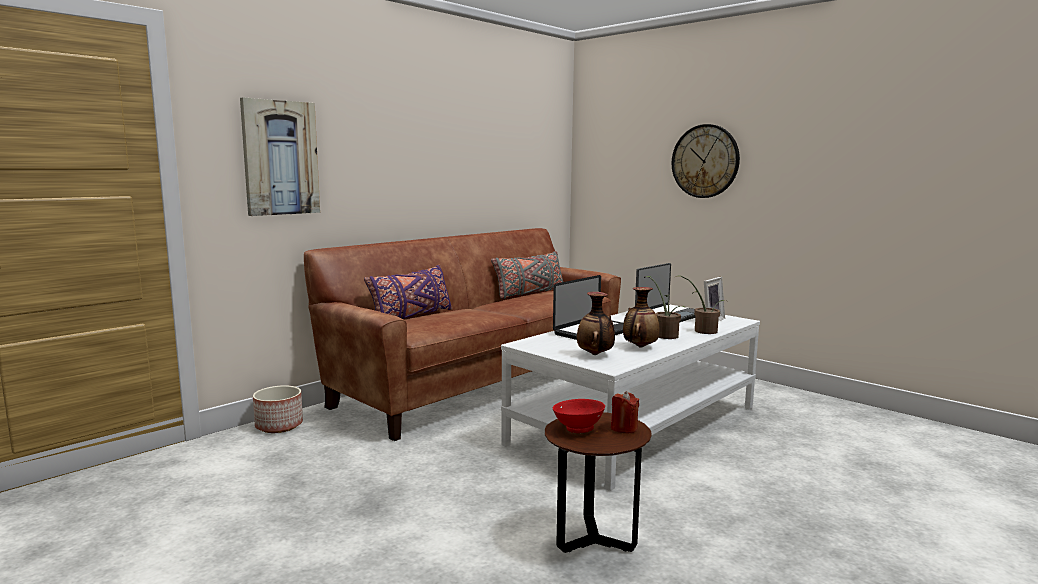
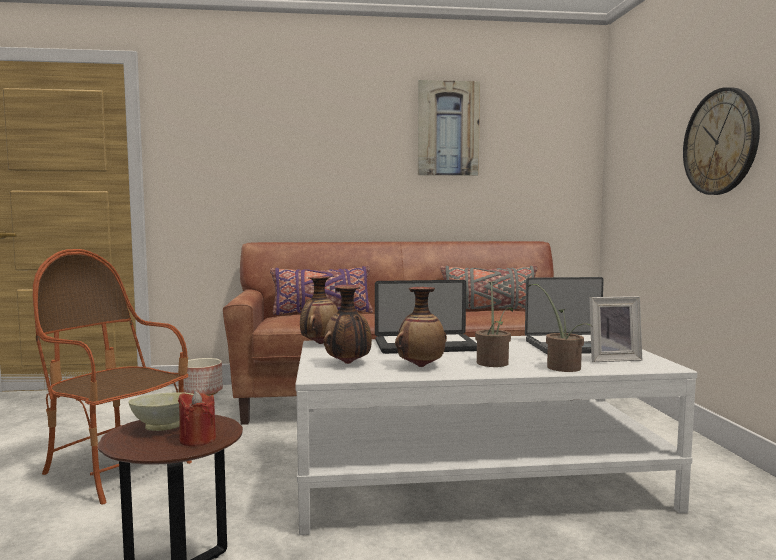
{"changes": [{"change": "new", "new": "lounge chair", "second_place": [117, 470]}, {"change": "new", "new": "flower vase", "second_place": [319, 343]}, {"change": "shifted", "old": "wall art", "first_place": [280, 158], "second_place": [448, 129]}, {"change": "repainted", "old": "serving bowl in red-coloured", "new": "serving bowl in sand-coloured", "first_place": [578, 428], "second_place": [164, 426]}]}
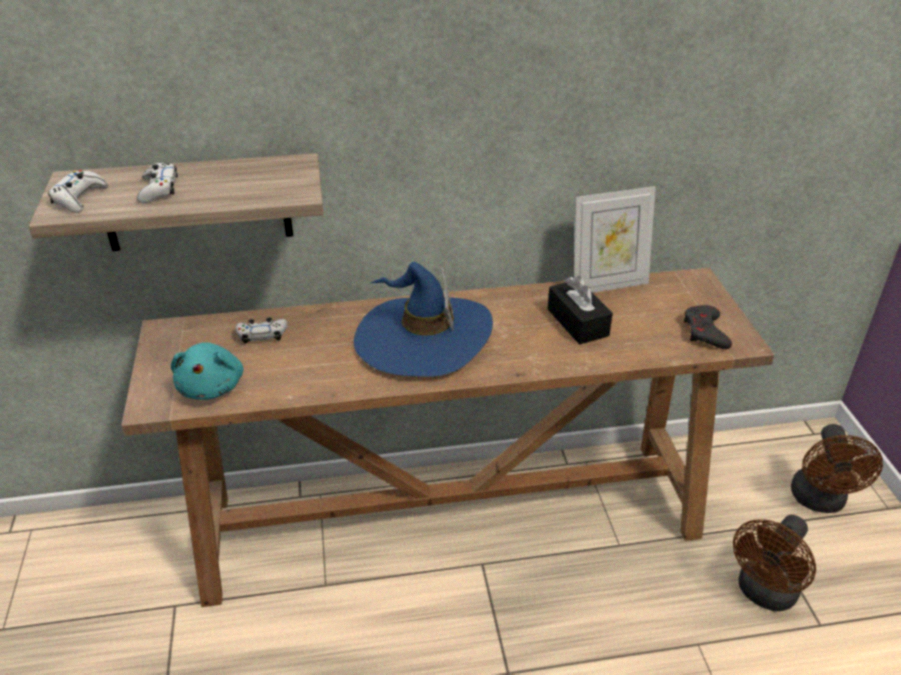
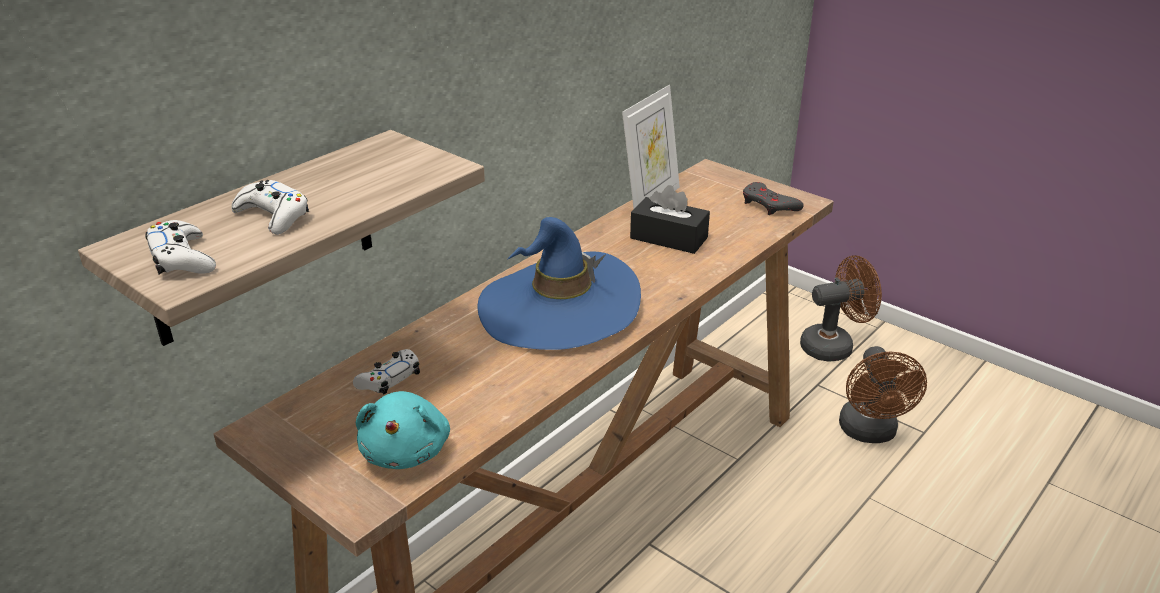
{"changes": [{"change": "rotated", "old": "soft toy in turquoise", "first_place": [212, 387], "second_place": [407, 451], "degrees": 45}, {"change": "rotated", "old": "cooling fan in brownish", "first_place": [820, 501], "second_place": [834, 346], "degrees": -75}]}
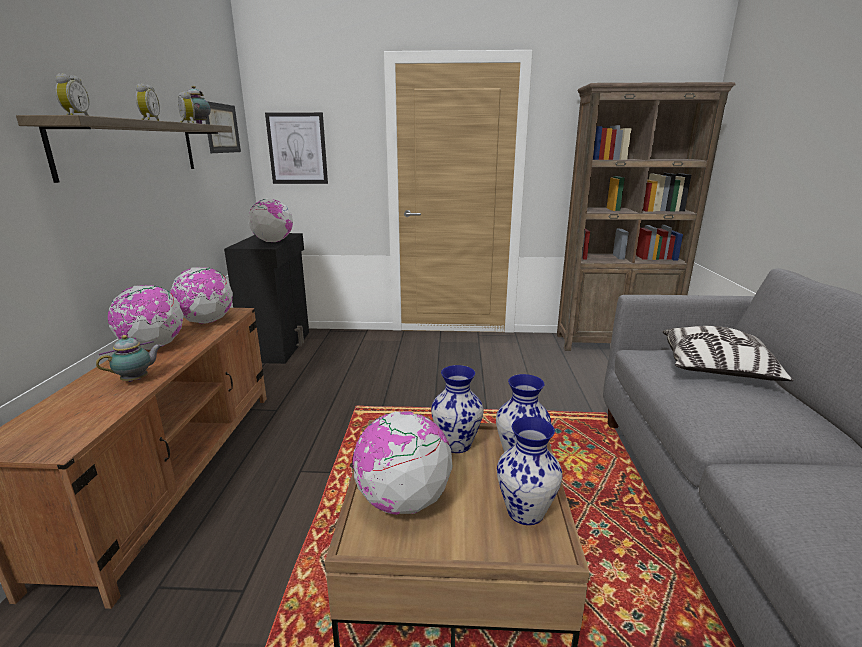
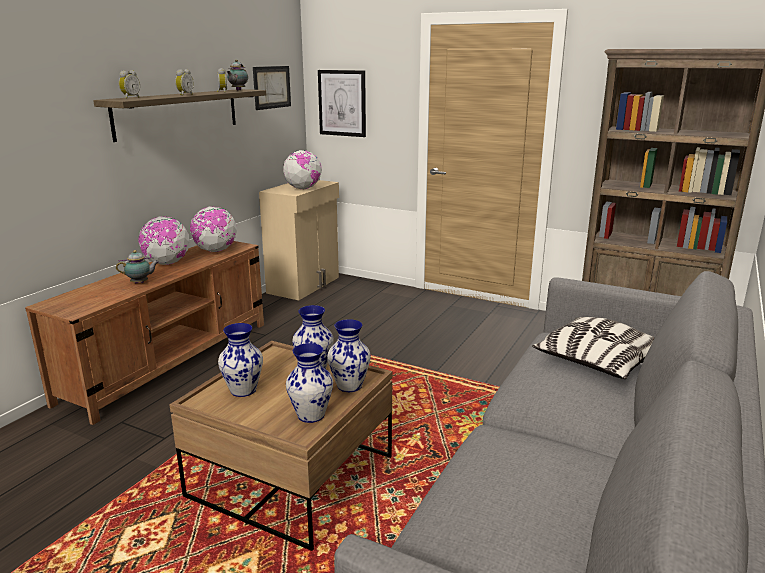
{"changes": [{"change": "swapped", "old": "desk globe", "new": "flower vase", "first_place": [402, 501], "second_place": [242, 390]}, {"change": "repainted", "old": "cupboard in blackish", "new": "cupboard in sand-coloured", "first_place": [279, 346], "second_place": [305, 285]}]}
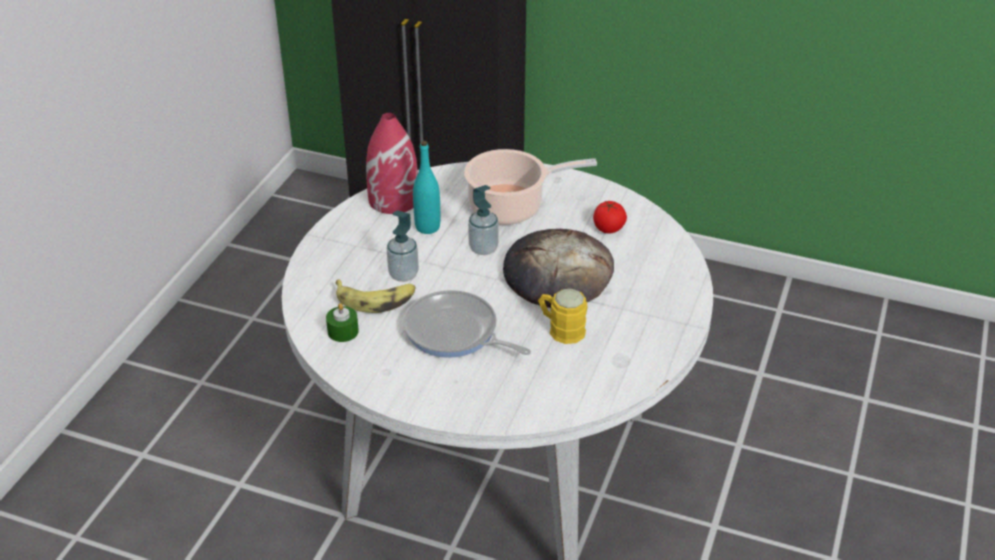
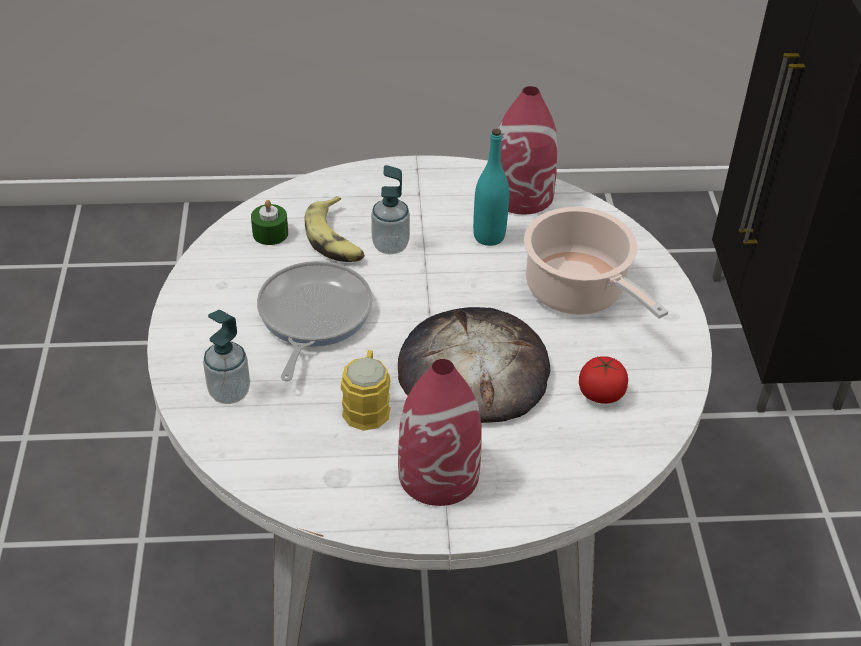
{"changes": [{"change": "new", "new": "flower vase in red-coloured", "second_place": [439, 474]}, {"change": "shifted", "old": "soap bottle", "first_place": [483, 248], "second_place": [229, 392]}]}
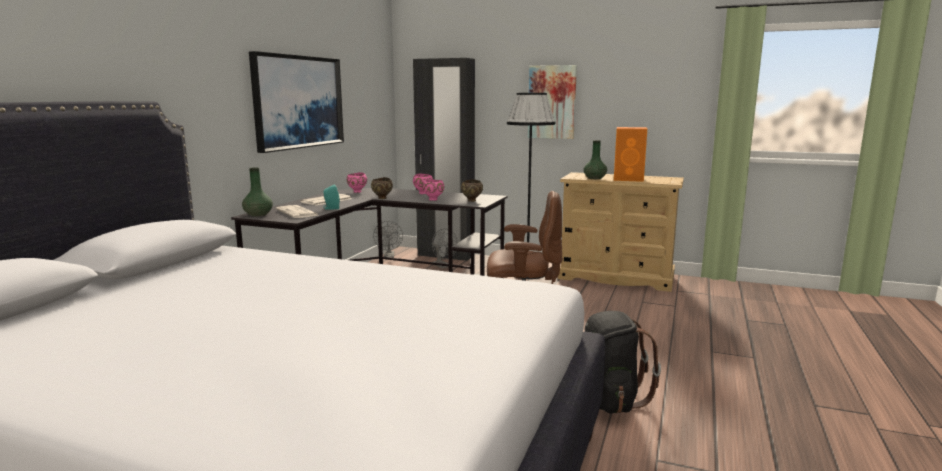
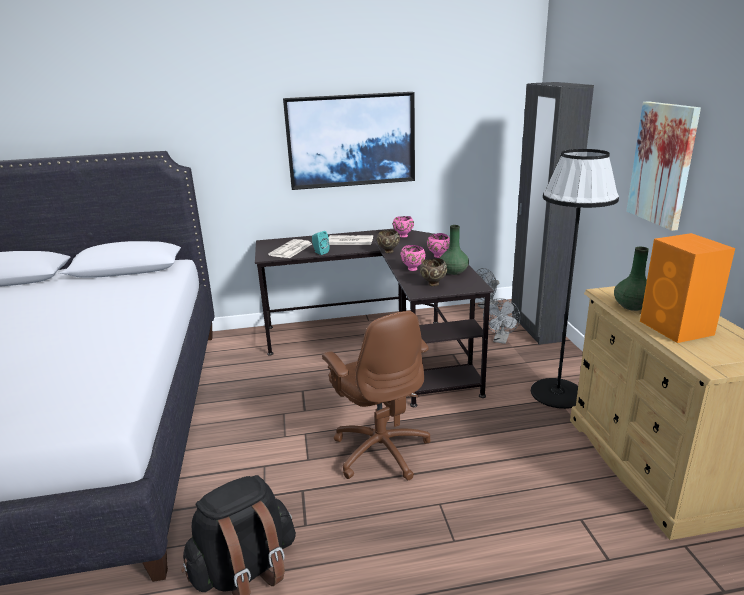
{"changes": [{"change": "shifted", "old": "flower vase in green-coloured", "first_place": [258, 214], "second_place": [453, 272]}]}
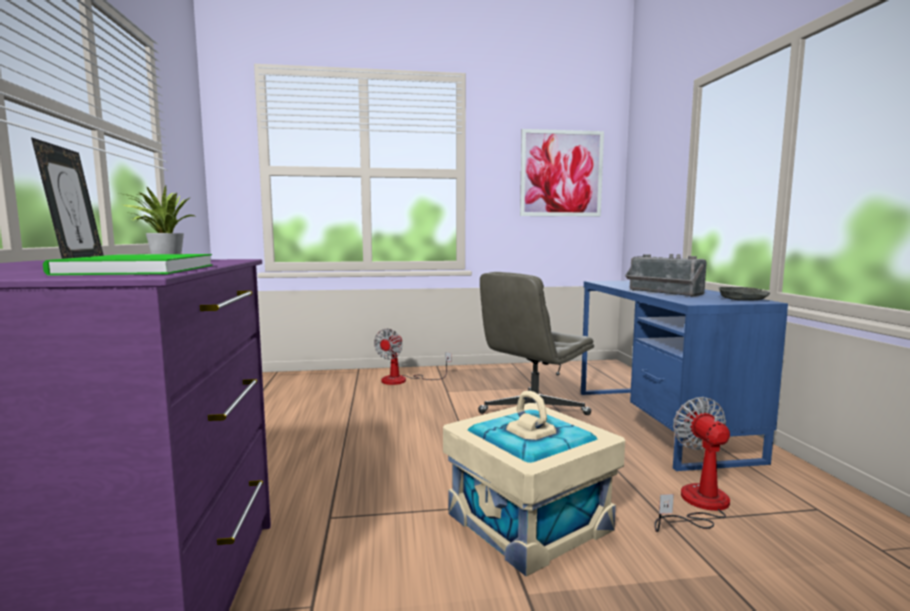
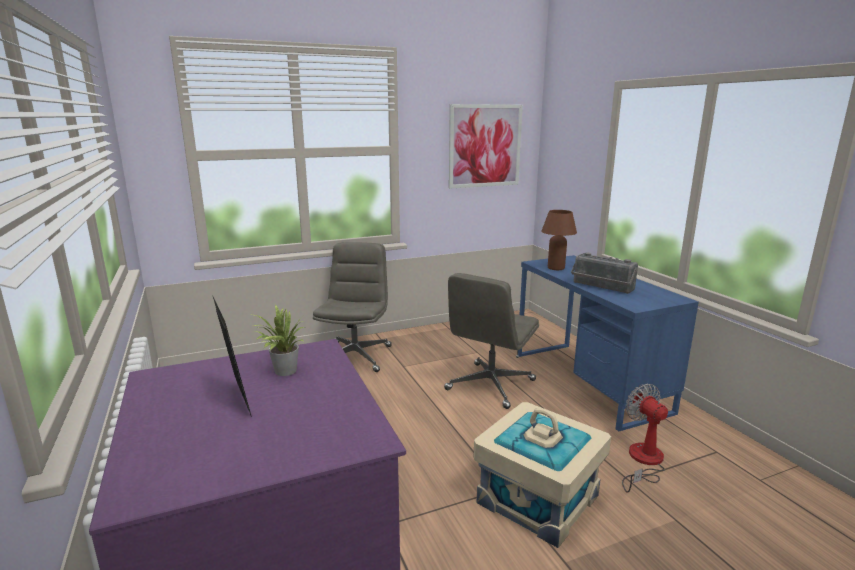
{"changes": [{"change": "gone", "old": "volume in green-coloured", "first_place": [134, 270]}, {"change": "gone", "old": "serving bowl in gray", "first_place": [743, 299]}, {"change": "new", "new": "lamp for a table in brownish", "second_place": [556, 268]}, {"change": "swapped", "old": "cooling fan", "new": "office chair in gray", "first_place": [403, 380], "second_place": [355, 356]}]}
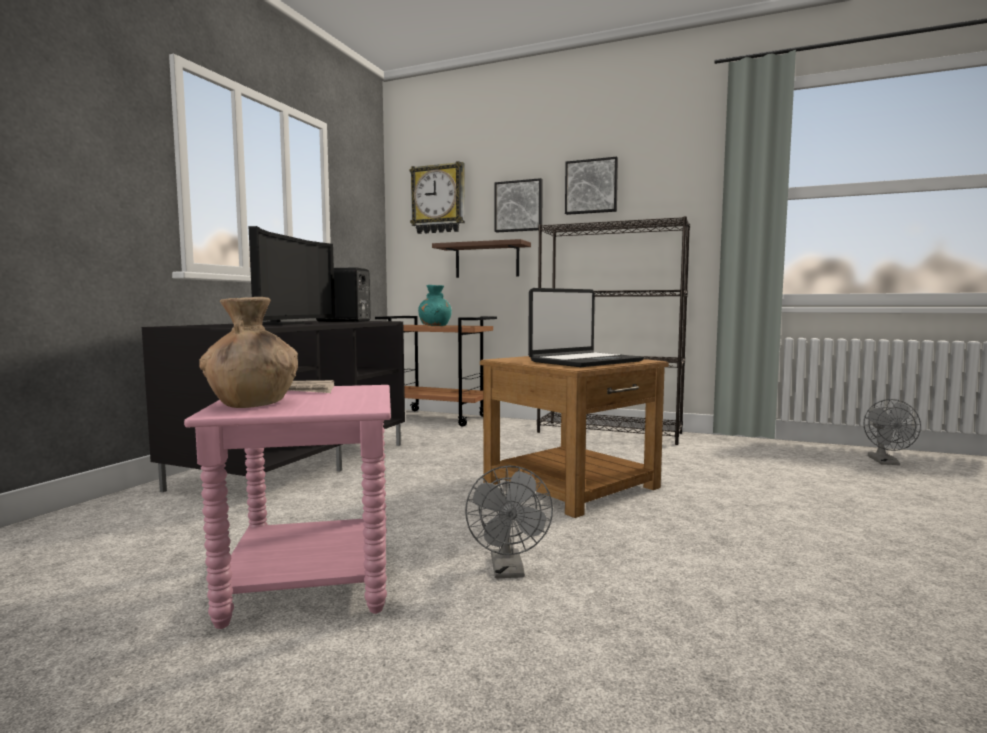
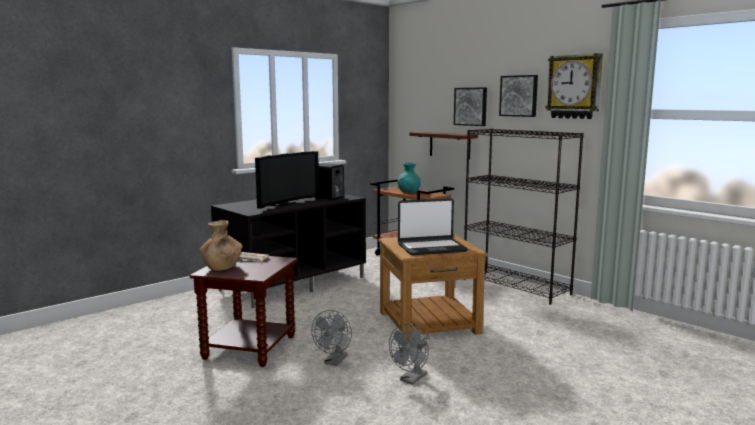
{"changes": [{"change": "shifted", "old": "clock on the wall", "first_place": [438, 199], "second_place": [574, 87]}, {"change": "shifted", "old": "cooling fan in gray", "first_place": [886, 462], "second_place": [411, 379]}, {"change": "repainted", "old": "accent table in pinkish", "new": "accent table in brownish", "first_place": [309, 579], "second_place": [249, 347]}]}
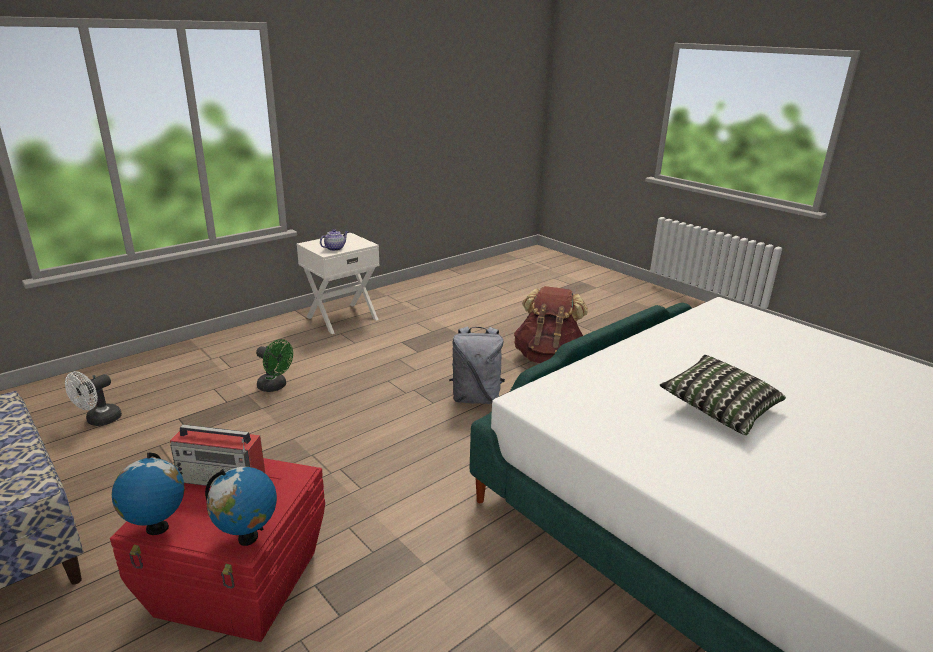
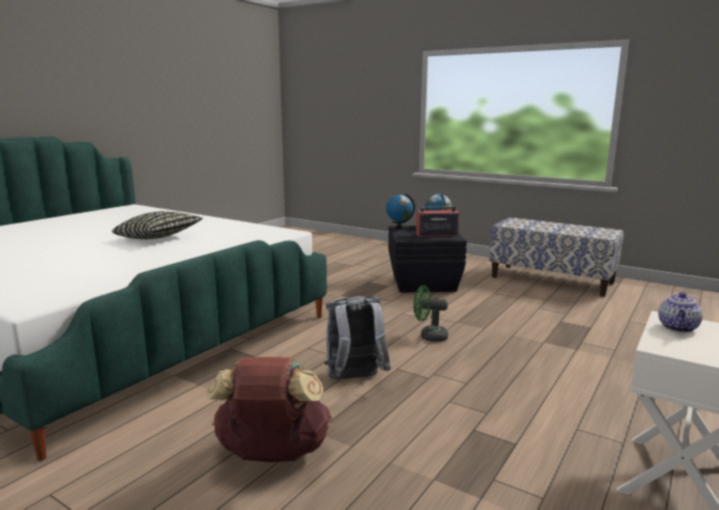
{"changes": [{"change": "gone", "old": "cooling fan in whitish", "first_place": [99, 420]}, {"change": "shifted", "old": "cooling fan in green-coloured", "first_place": [275, 386], "second_place": [429, 336]}, {"change": "repainted", "old": "storage bin in red-coloured", "new": "storage bin in blackish", "first_place": [239, 584], "second_place": [422, 283]}]}
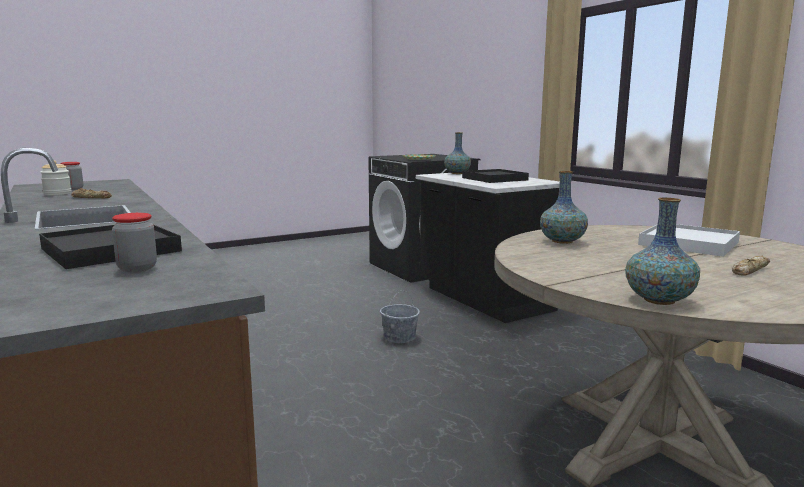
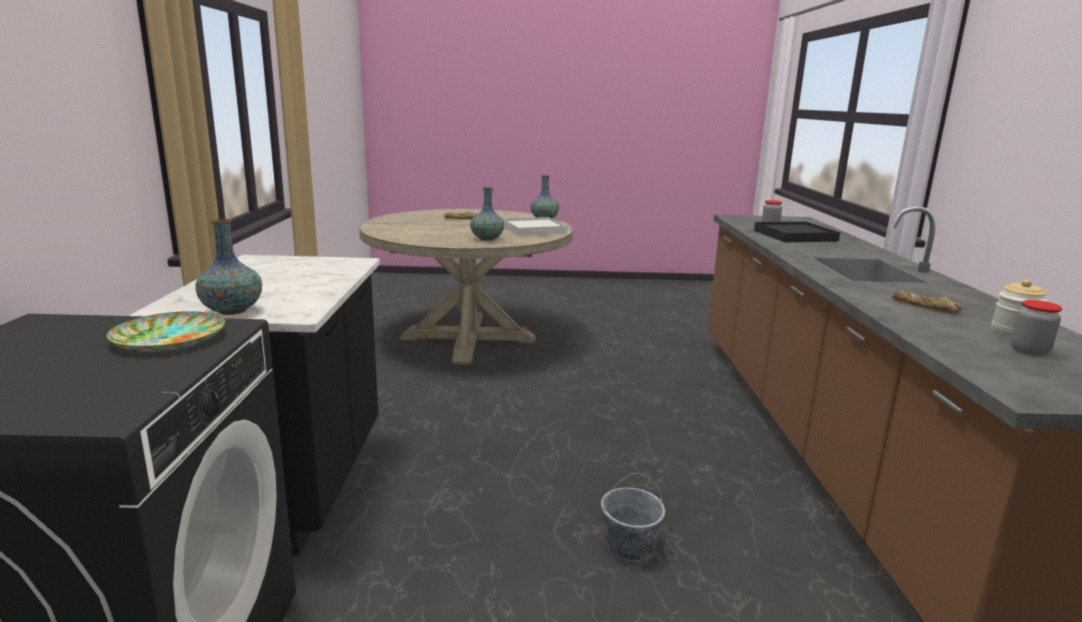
{"changes": [{"change": "gone", "old": "carrying tray in blackish", "first_place": [494, 179]}, {"change": "shifted", "old": "pail in gray", "first_place": [400, 337], "second_place": [629, 545]}, {"change": "shifted", "old": "carrying tray in whitish", "first_place": [689, 243], "second_place": [534, 229]}]}
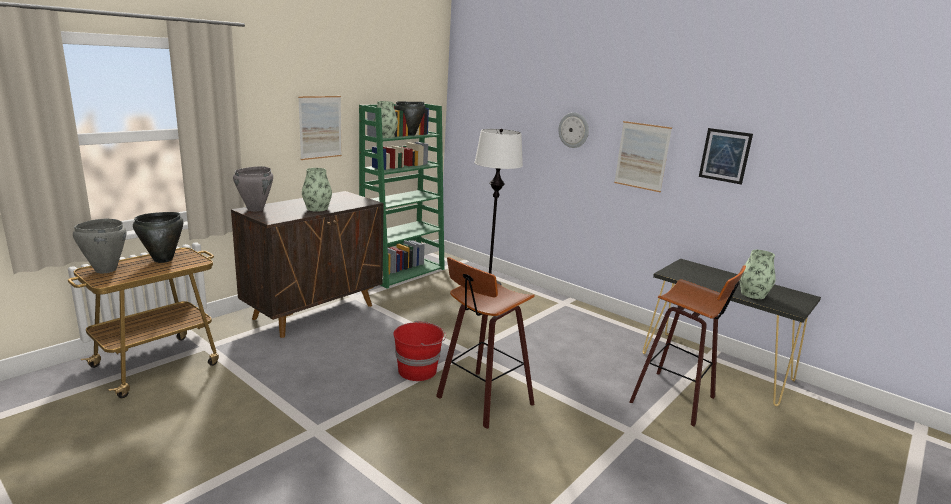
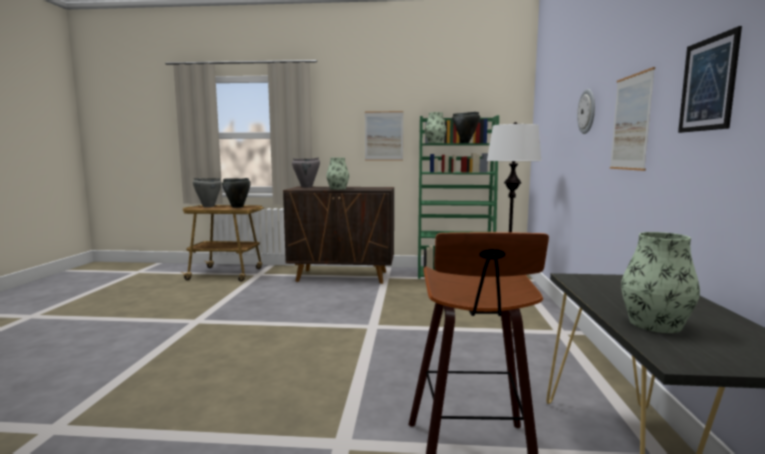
{"changes": [{"change": "gone", "old": "pail in red-coloured", "first_place": [418, 370]}, {"change": "gone", "old": "sitting stool", "first_place": [481, 400]}]}
